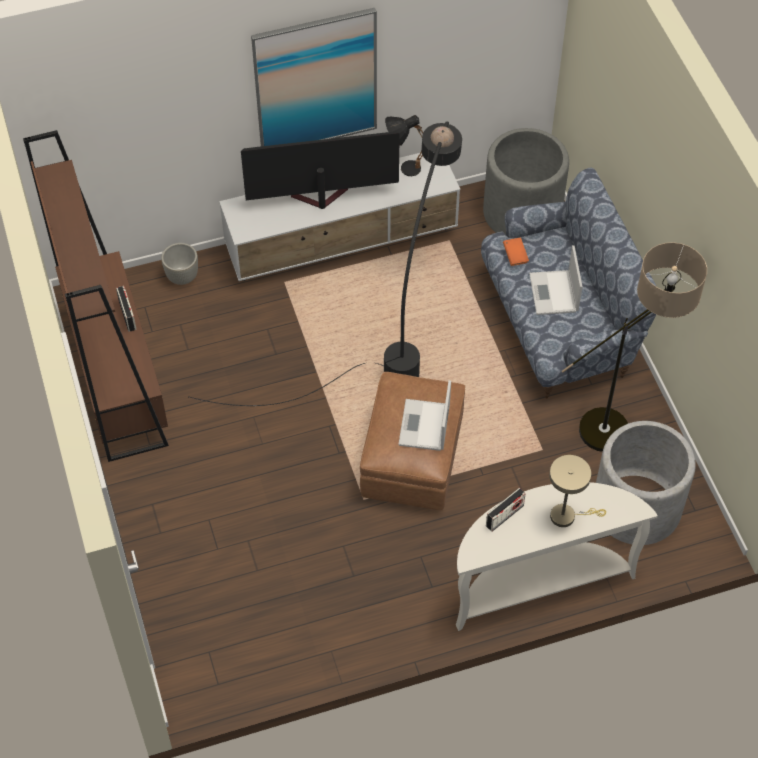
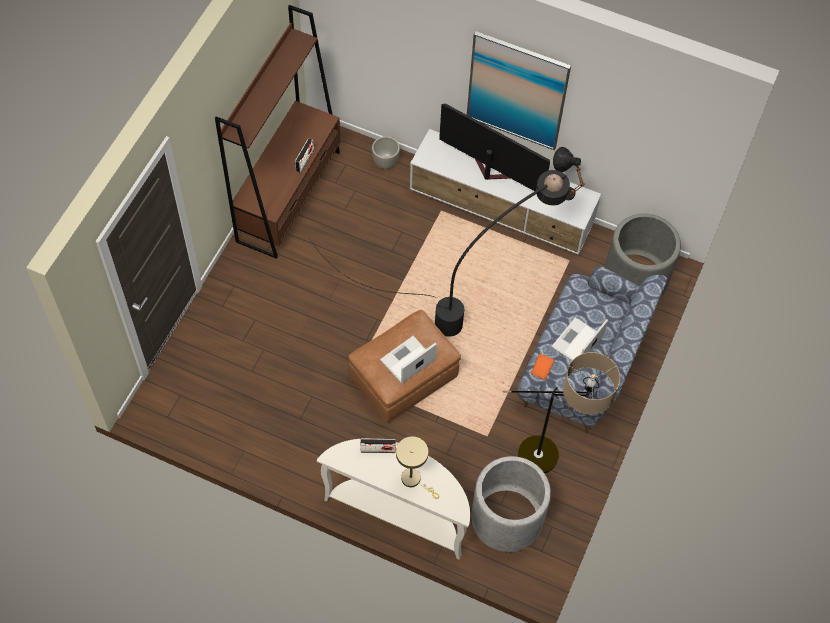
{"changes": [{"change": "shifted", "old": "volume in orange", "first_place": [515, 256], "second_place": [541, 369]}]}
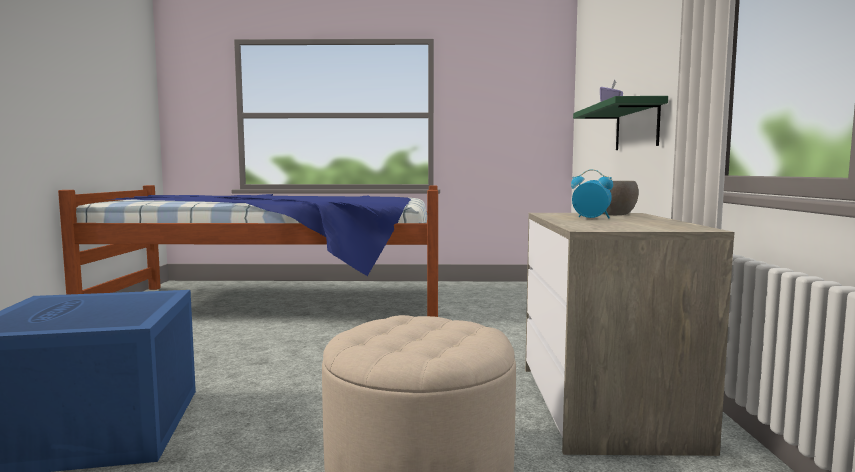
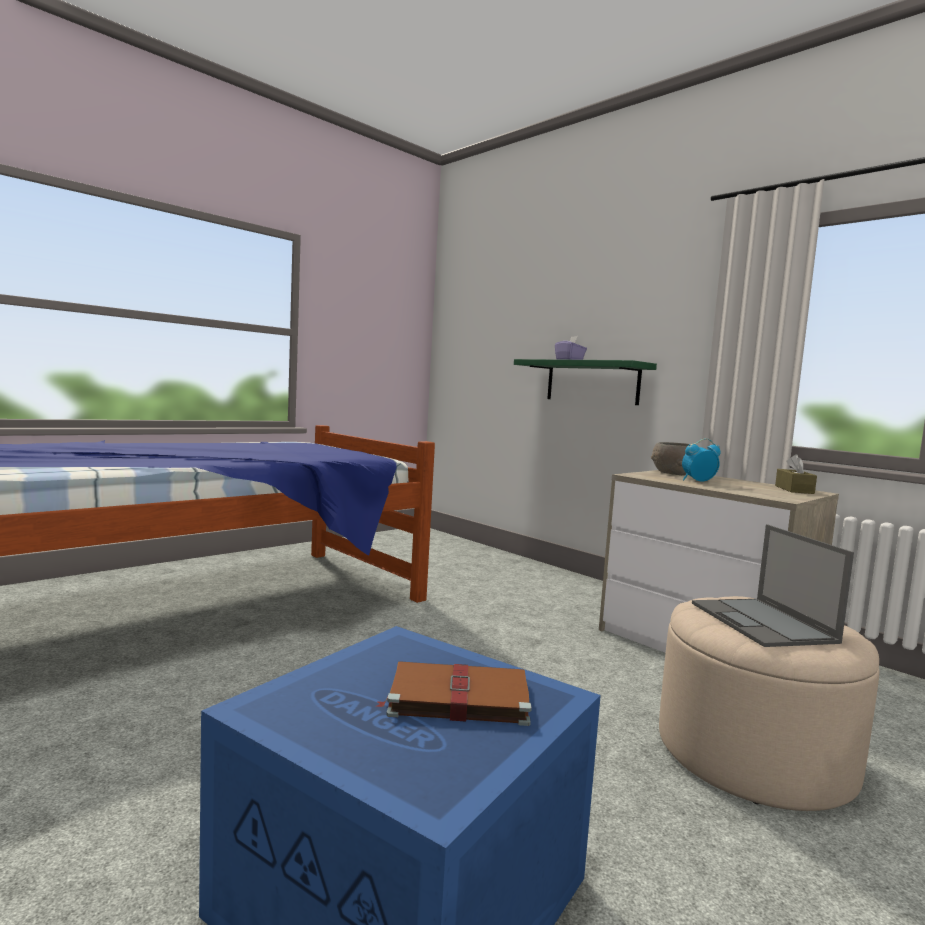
{"changes": [{"change": "new", "new": "volume in brownish", "second_place": [456, 697]}, {"change": "new", "new": "portable computer", "second_place": [763, 623]}, {"change": "new", "new": "tissue holder in brownish", "second_place": [794, 490]}]}
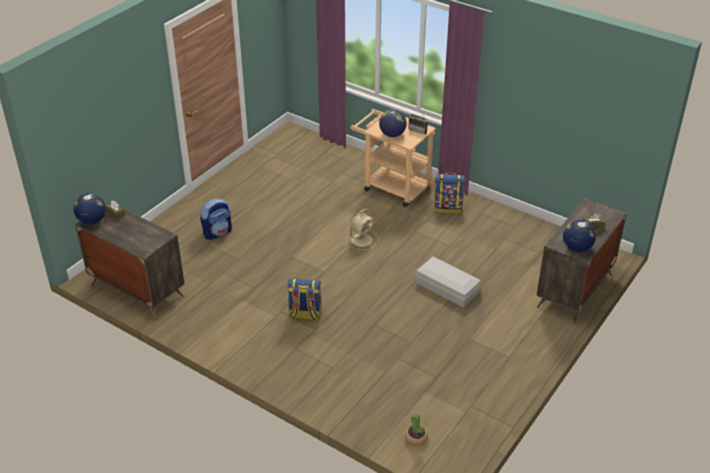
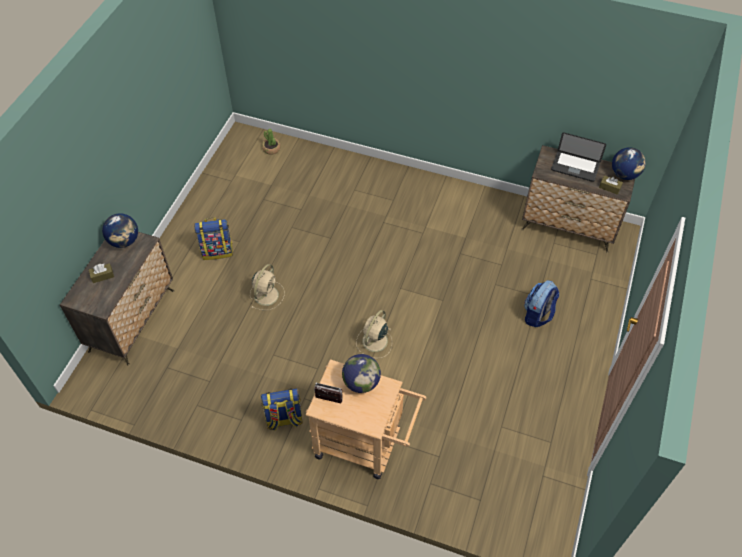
{"changes": [{"change": "new", "new": "portable computer", "second_place": [575, 167]}, {"change": "shifted", "old": "rucksack", "first_place": [305, 315], "second_place": [217, 251]}, {"change": "swapped", "old": "storage bin in whitish", "new": "cooling fan in sand-coloured", "first_place": [447, 288], "second_place": [267, 294]}]}
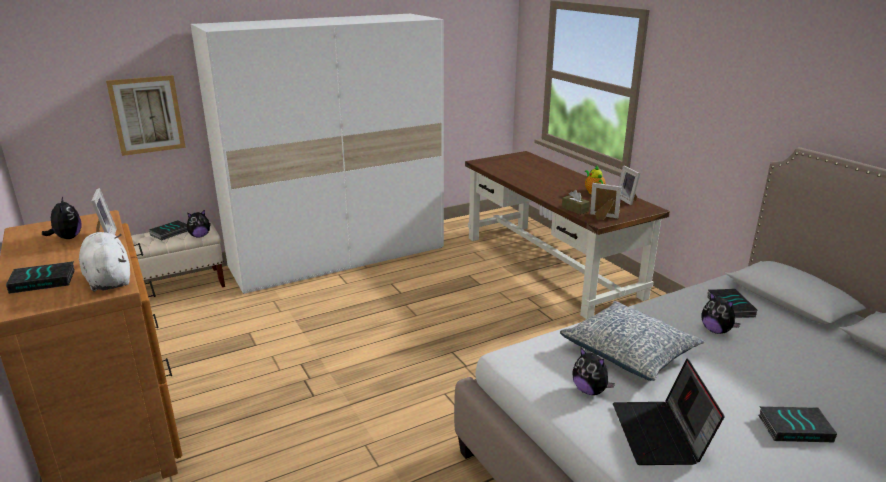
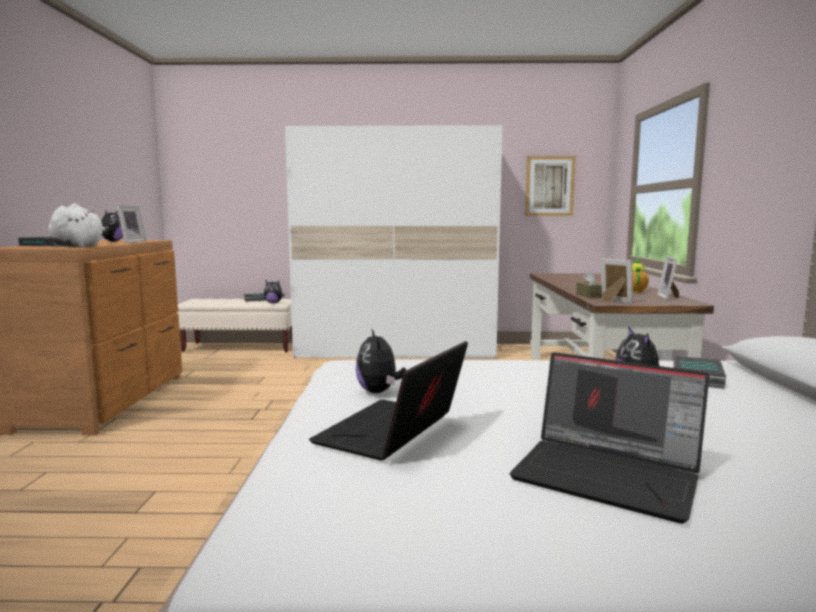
{"changes": [{"change": "gone", "old": "pillow", "first_place": [629, 352]}, {"change": "shifted", "old": "wall art", "first_place": [147, 115], "second_place": [549, 186]}, {"change": "swapped", "old": "volume", "new": "portable computer", "first_place": [795, 427], "second_place": [609, 474]}]}
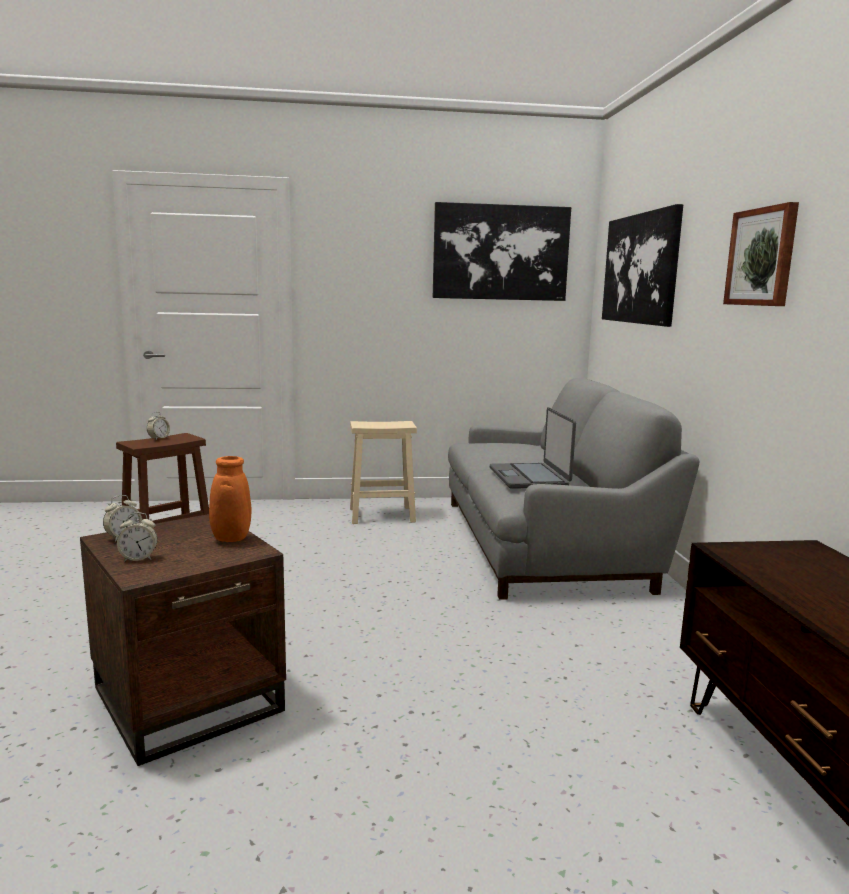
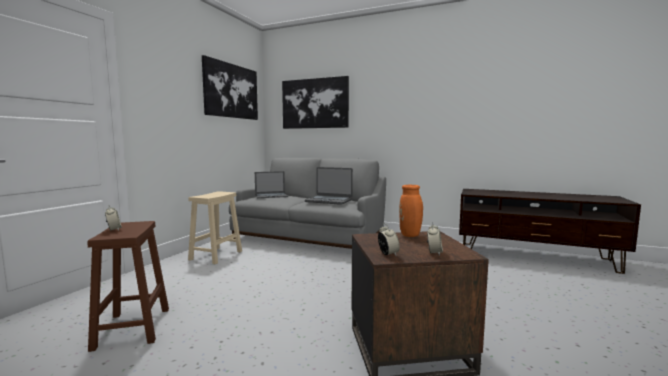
{"changes": [{"change": "gone", "old": "wall art", "first_place": [762, 257]}, {"change": "new", "new": "portable computer", "second_place": [271, 195]}]}
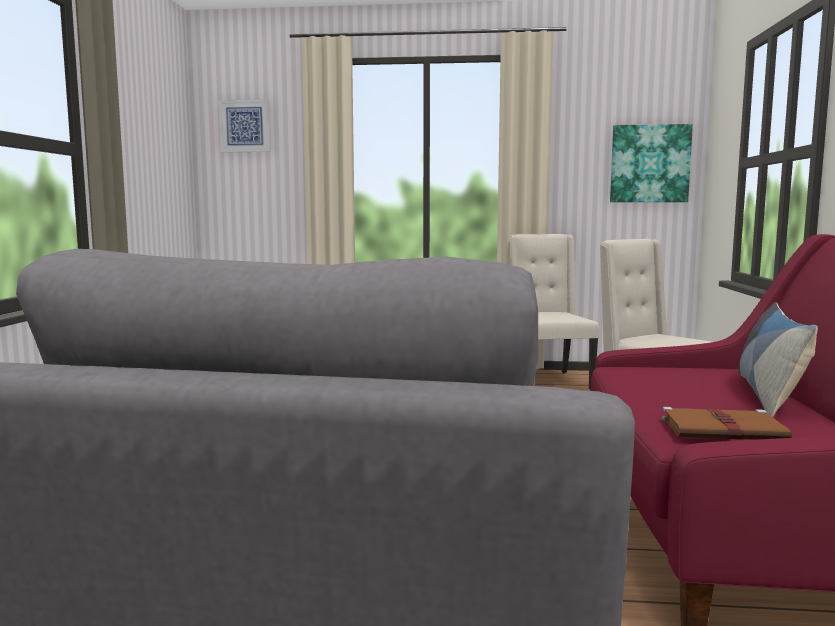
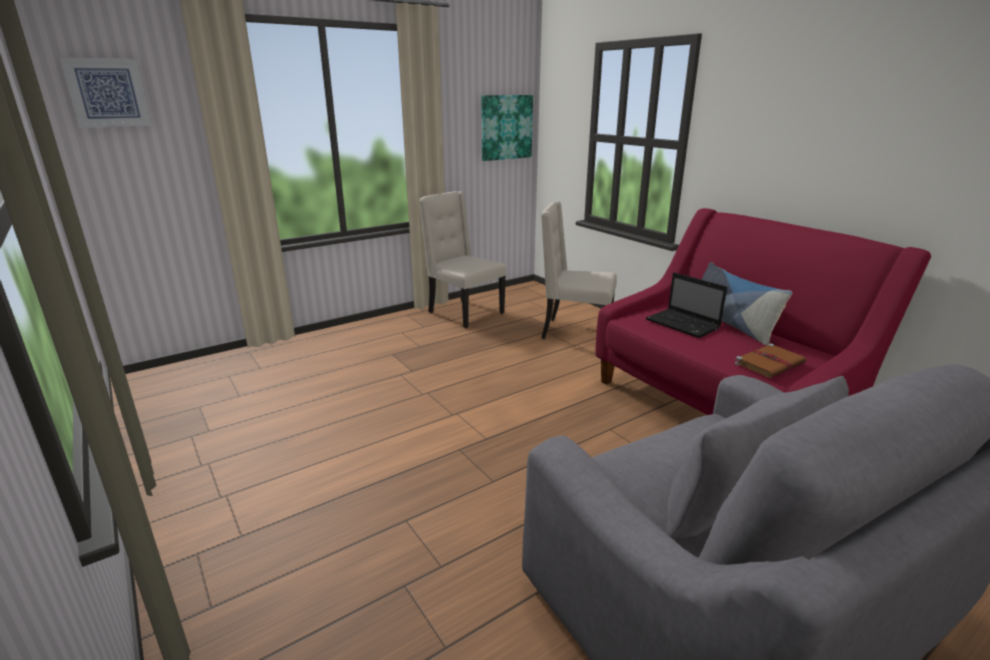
{"changes": [{"change": "new", "new": "portable computer", "second_place": [684, 324]}]}
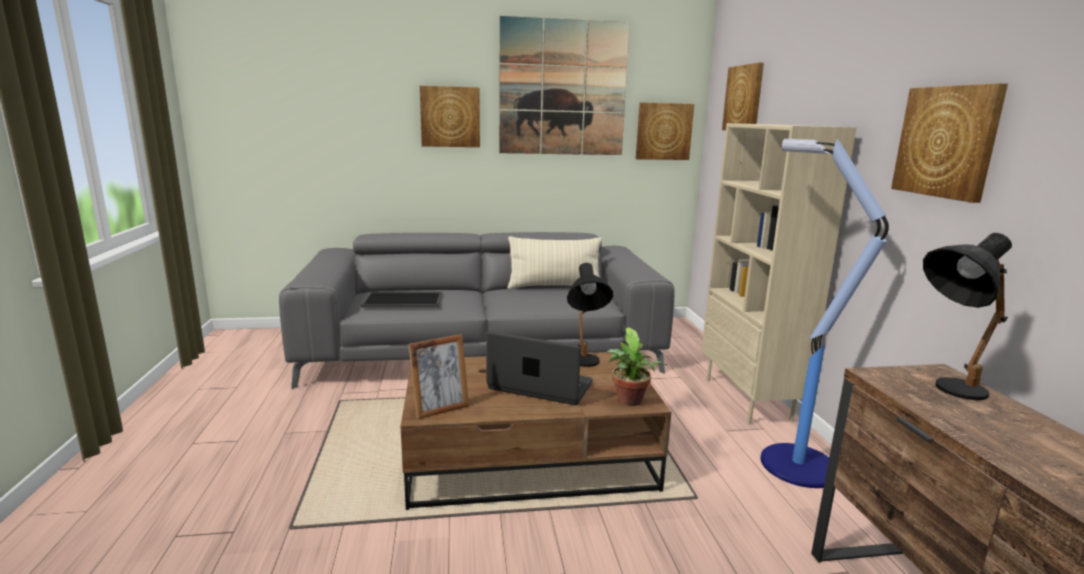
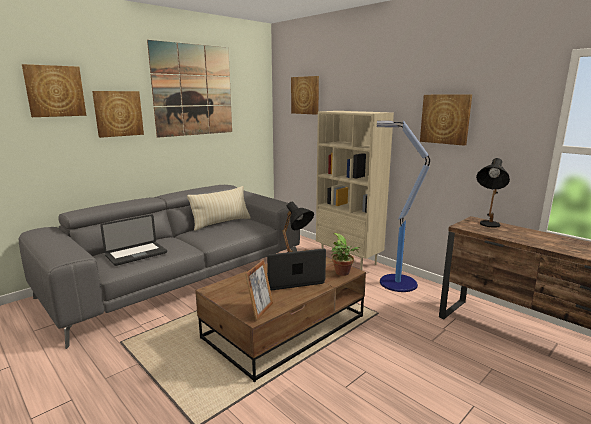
{"changes": [{"change": "shifted", "old": "wall art", "first_place": [663, 131], "second_place": [55, 91]}, {"change": "swapped", "old": "carrying tray", "new": "portable computer", "first_place": [404, 300], "second_place": [136, 254]}]}
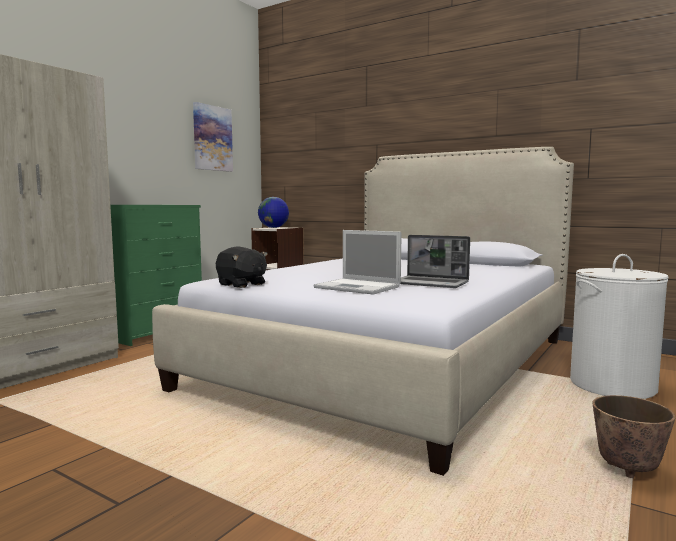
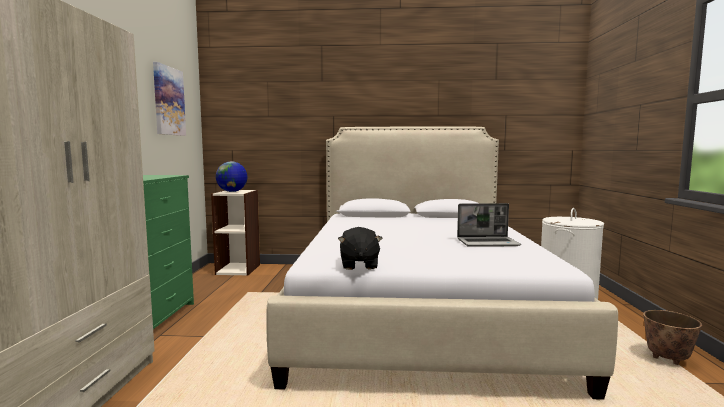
{"changes": [{"change": "gone", "old": "portable computer", "first_place": [359, 287]}, {"change": "rotated", "old": "soft toy in blackish", "first_place": [241, 284], "second_place": [359, 265], "degrees": 75}]}
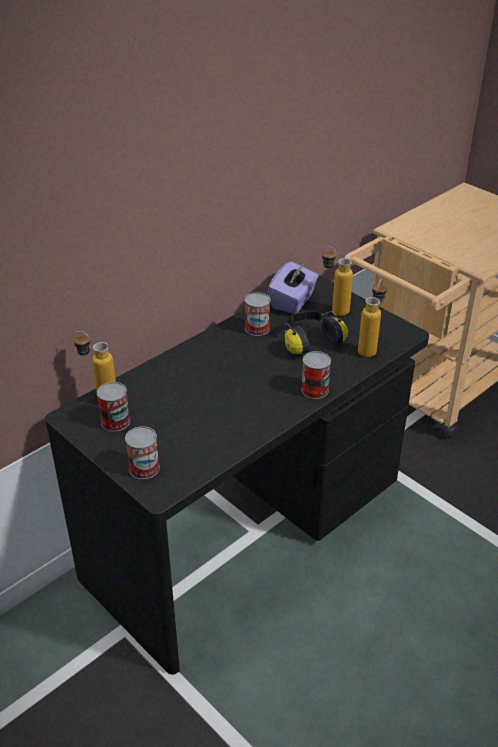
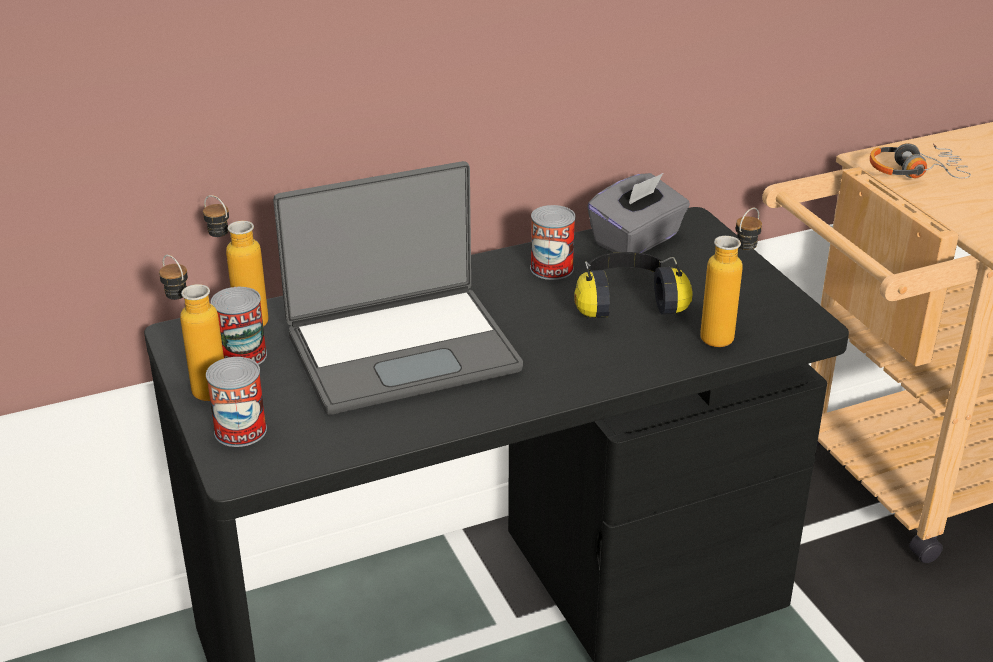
{"changes": [{"change": "gone", "old": "can", "first_place": [315, 390]}, {"change": "new", "new": "portable computer", "second_place": [401, 350]}, {"change": "new", "new": "pair of headphones", "second_place": [915, 172]}, {"change": "shifted", "old": "beverage bottle", "first_place": [333, 310], "second_place": [200, 386]}, {"change": "repainted", "old": "tissue holder in purple", "new": "tissue holder in gray", "first_place": [293, 301], "second_place": [637, 240]}]}
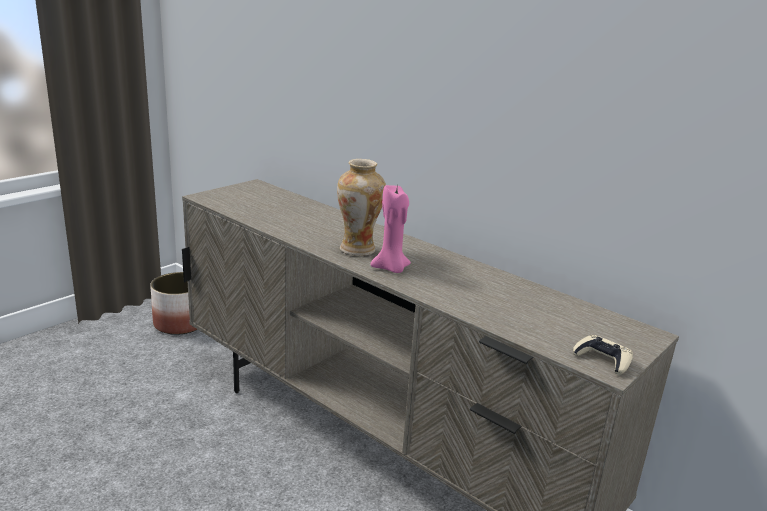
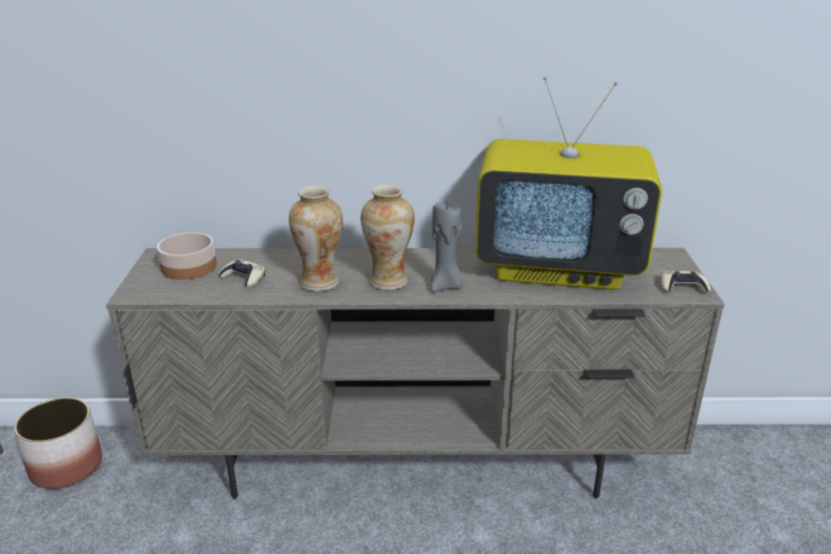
{"changes": [{"change": "new", "new": "serving bowl", "second_place": [189, 267]}, {"change": "new", "new": "joypad in sand-coloured", "second_place": [244, 278]}, {"change": "new", "new": "flower vase", "second_place": [319, 282]}, {"change": "new", "new": "television", "second_place": [559, 268]}, {"change": "repainted", "old": "wax candle in pinkish", "new": "wax candle in gray", "first_place": [391, 269], "second_place": [446, 286]}]}
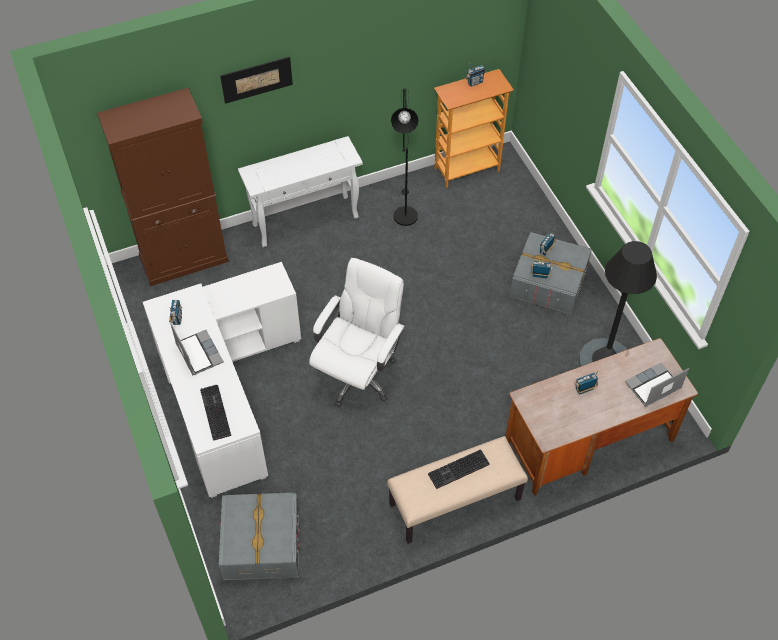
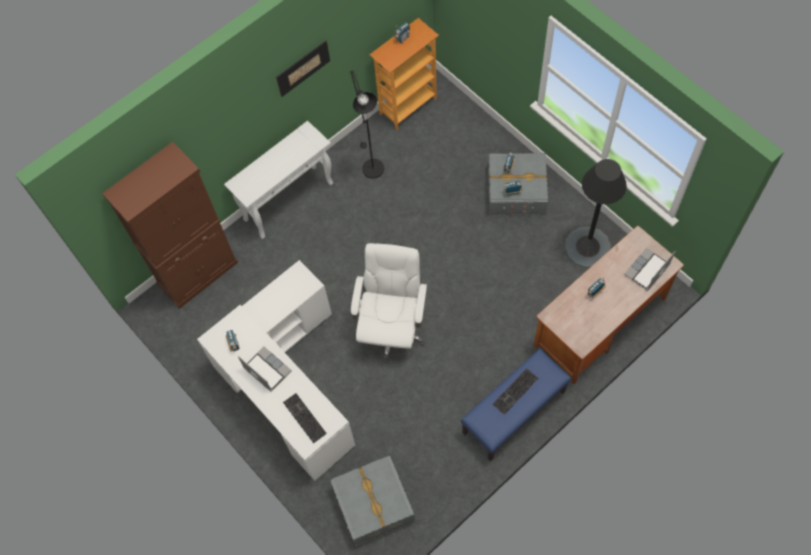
{"changes": [{"change": "shifted", "old": "wall art", "first_place": [256, 79], "second_place": [303, 68]}, {"change": "repainted", "old": "indoor bench in sand-coloured", "new": "indoor bench in blue", "first_place": [455, 503], "second_place": [514, 413]}]}
